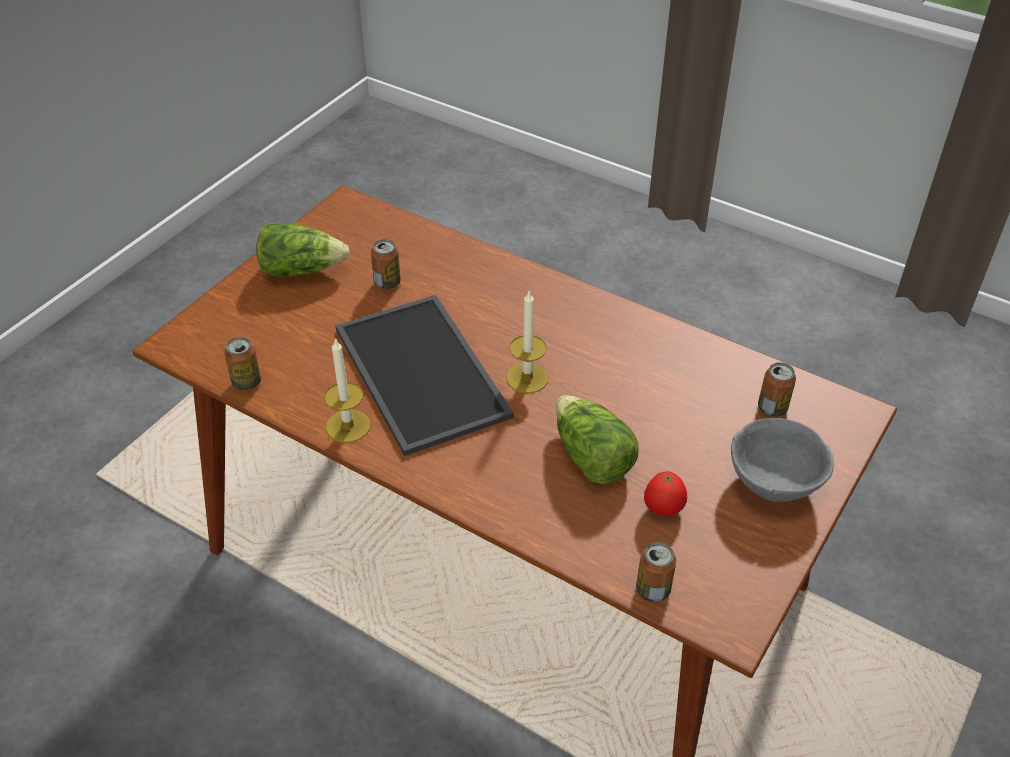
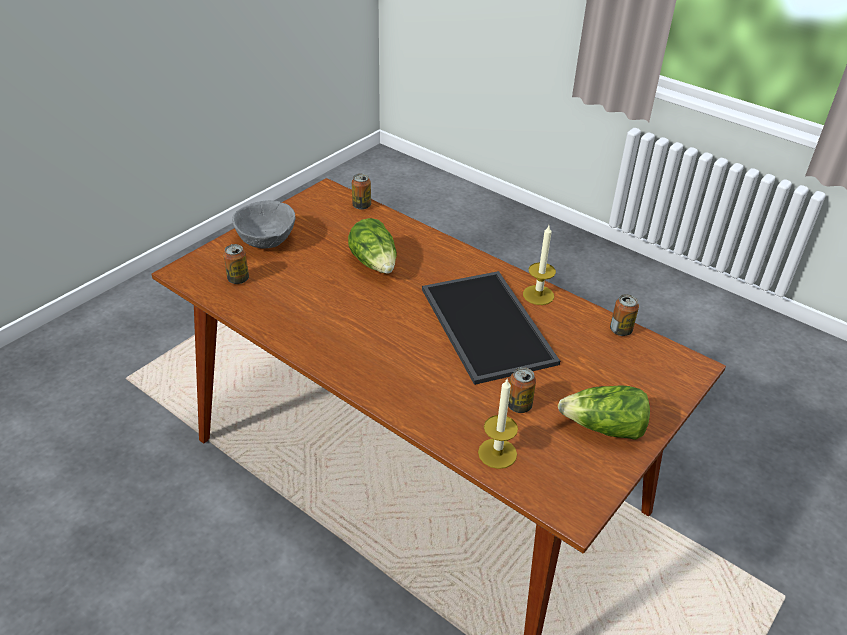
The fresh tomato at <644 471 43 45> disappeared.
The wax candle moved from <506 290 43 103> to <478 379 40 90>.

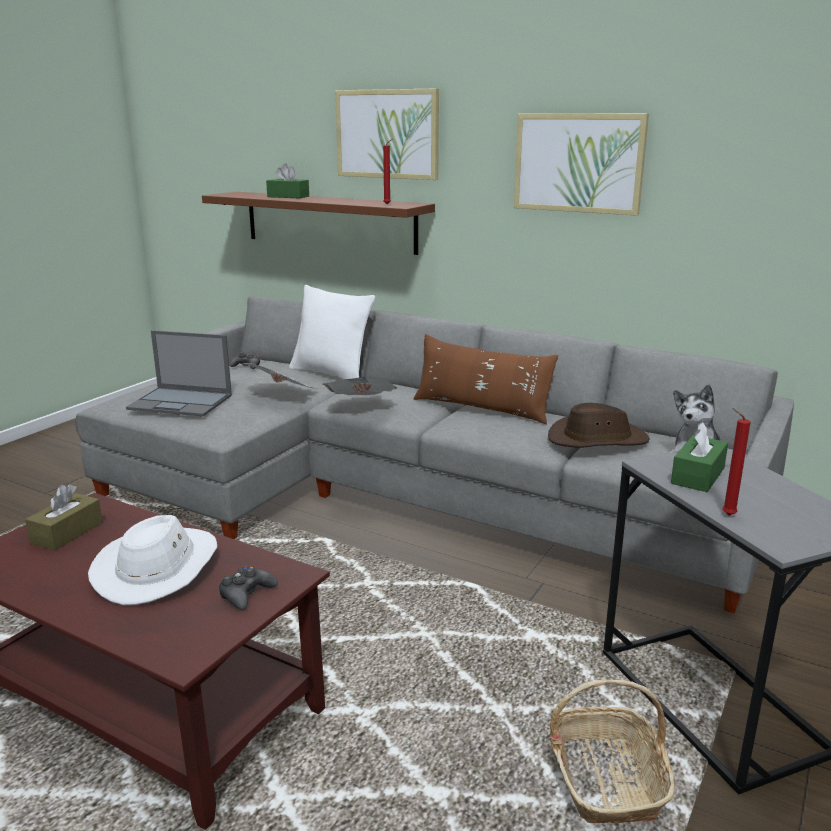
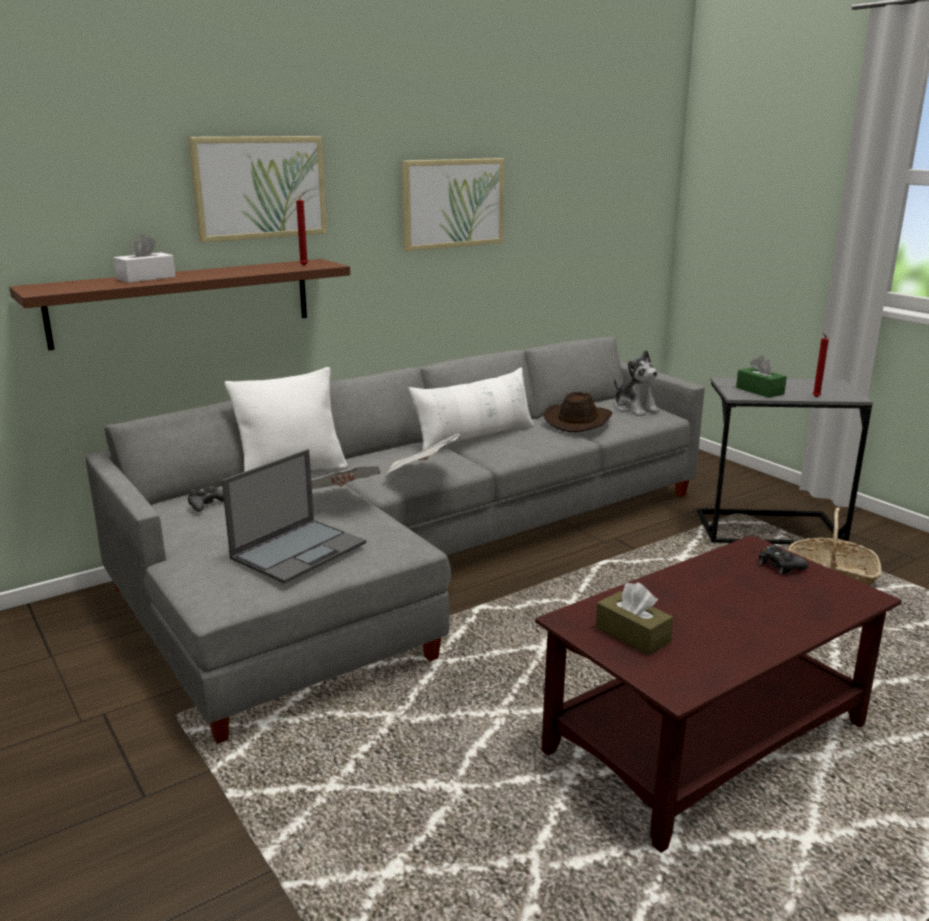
The hat (white-coloured) at <88 515 129 90> disappeared.
The tissue box (green-coloured) at <266 163 43 36> became the tissue box (white-coloured) at <114 234 62 49>.
The pillow (brown) at <414 334 144 90> became the pillow (white-coloured) at <408 367 127 84>.

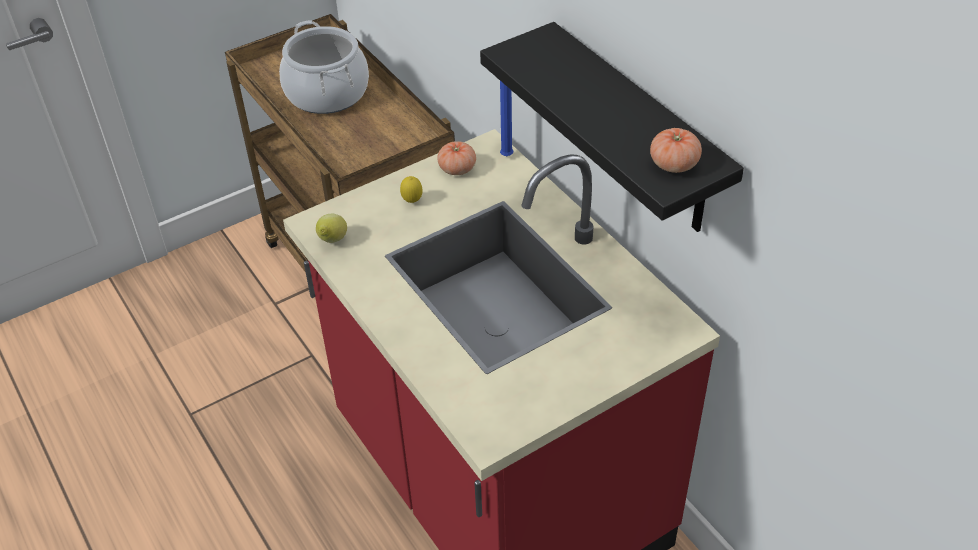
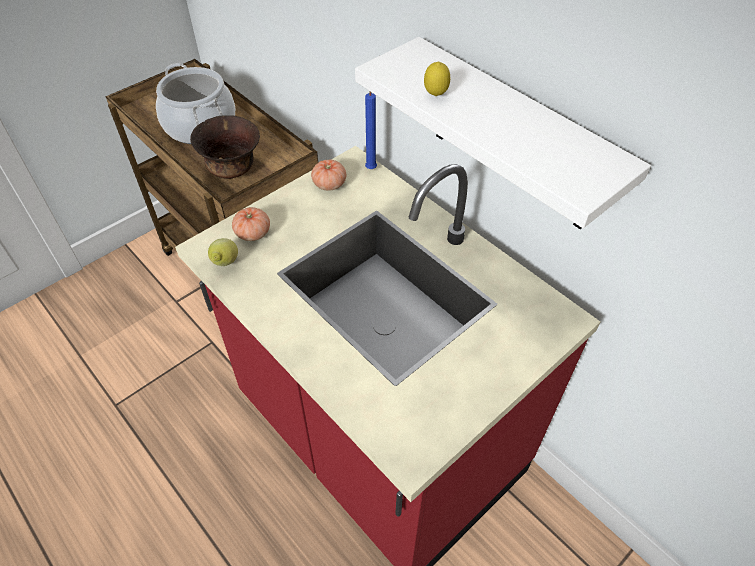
The deep dish (brown) at <190 115 70 64> appeared.
The lemon moved from <400 176 23 27> to <424 62 26 34>.
The fresh tomato moved from <650 128 52 45> to <232 207 38 34>.
The bracket shelf (black-coloured) at <480 22 264 210> became the bracket shelf (white-coloured) at <355 37 296 192>.

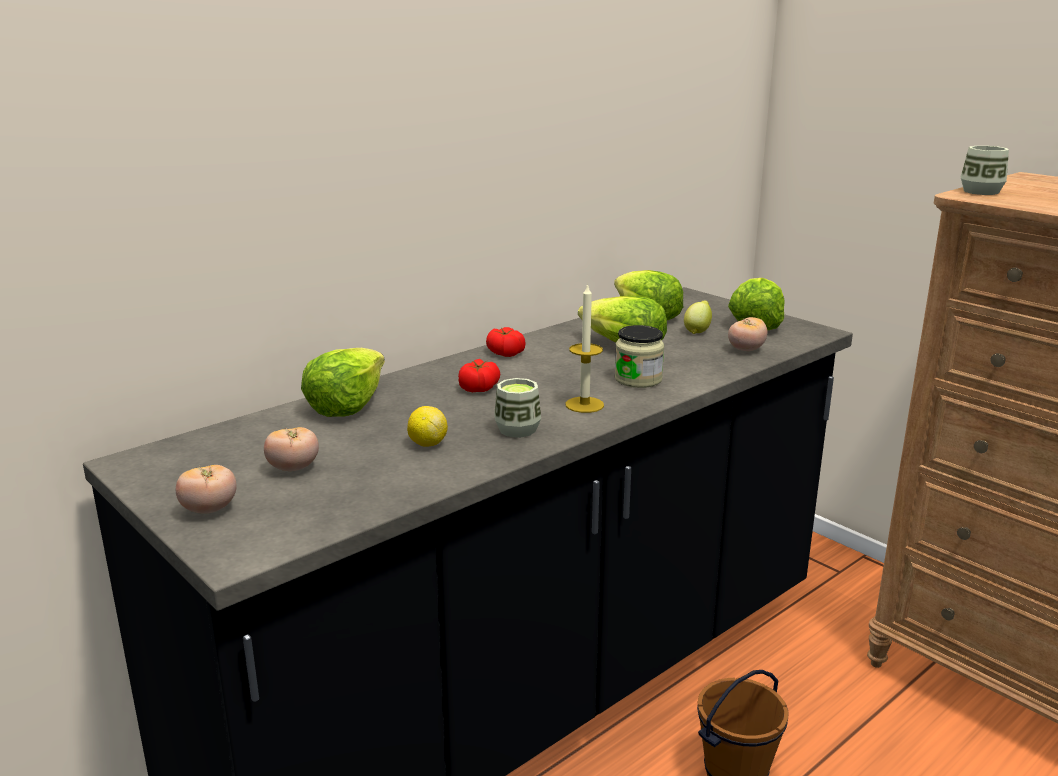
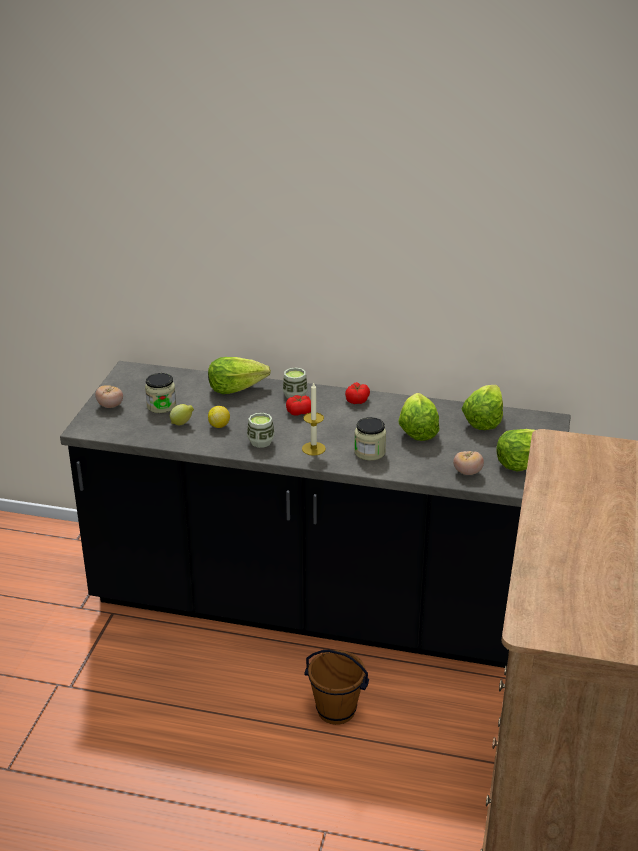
The lemon moved from <684 300 28 34> to <170 404 24 21>.
The drinking cup moved from <961 146 48 49> to <283 367 24 31>.
The fresh tomato at <264 427 55 44> was replaced by the jar at <145 373 31 40>.

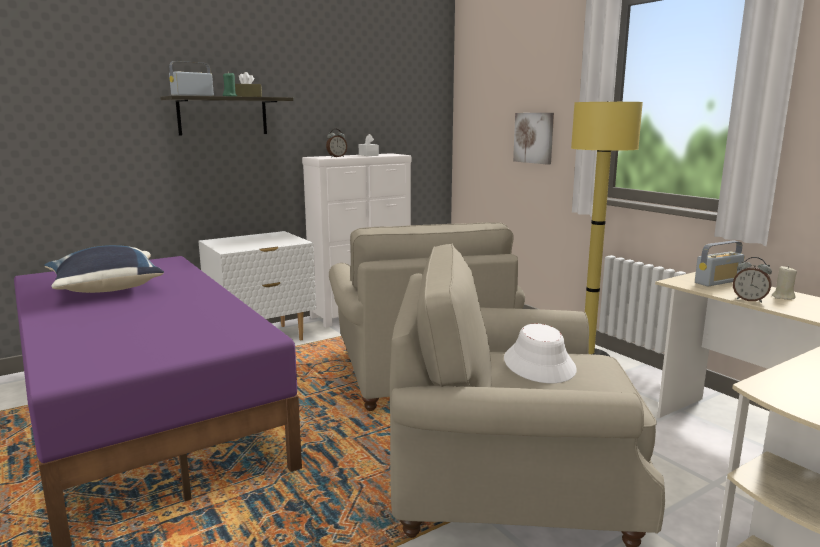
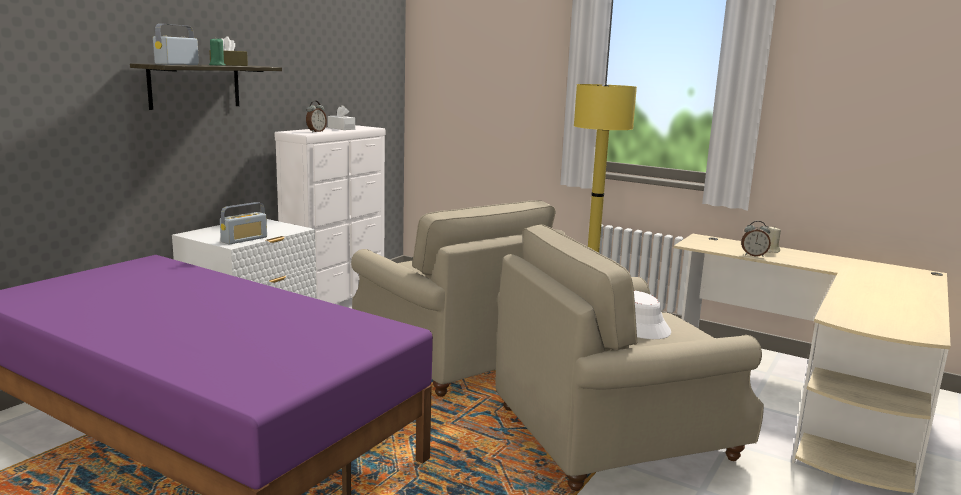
The pillow (blue) at <45 245 119 48> disappeared.
The wall picture at <513 113 41 52> disappeared.
The radio moved from <695 241 50 45> to <220 202 47 43>.

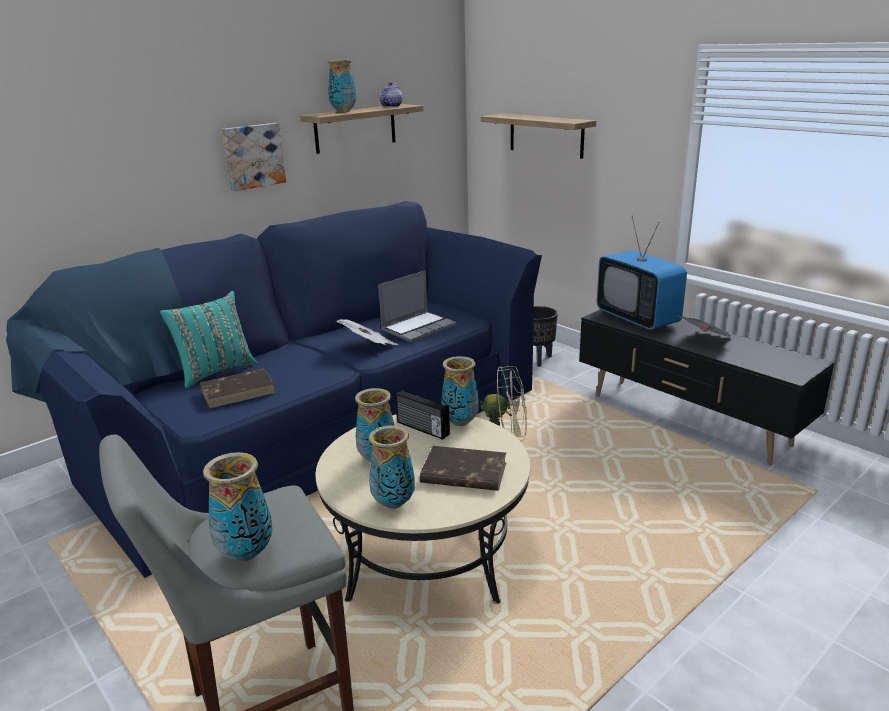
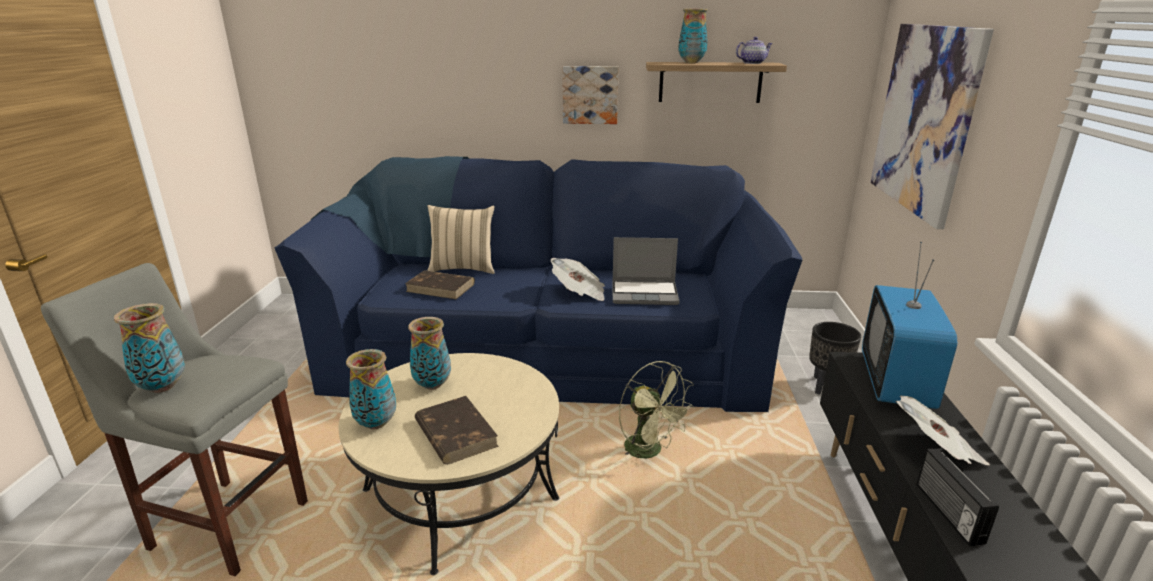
The flower vase at <441 356 38 70> disappeared.
The radio moved from <395 390 55 50> to <917 448 82 98>.
The bracket shelf at <480 113 116 46> was replaced by the wall picture at <870 24 124 205>.
The pillow (turquoise) at <160 291 97 98> became the pillow (beige-coloured) at <427 205 68 69>.

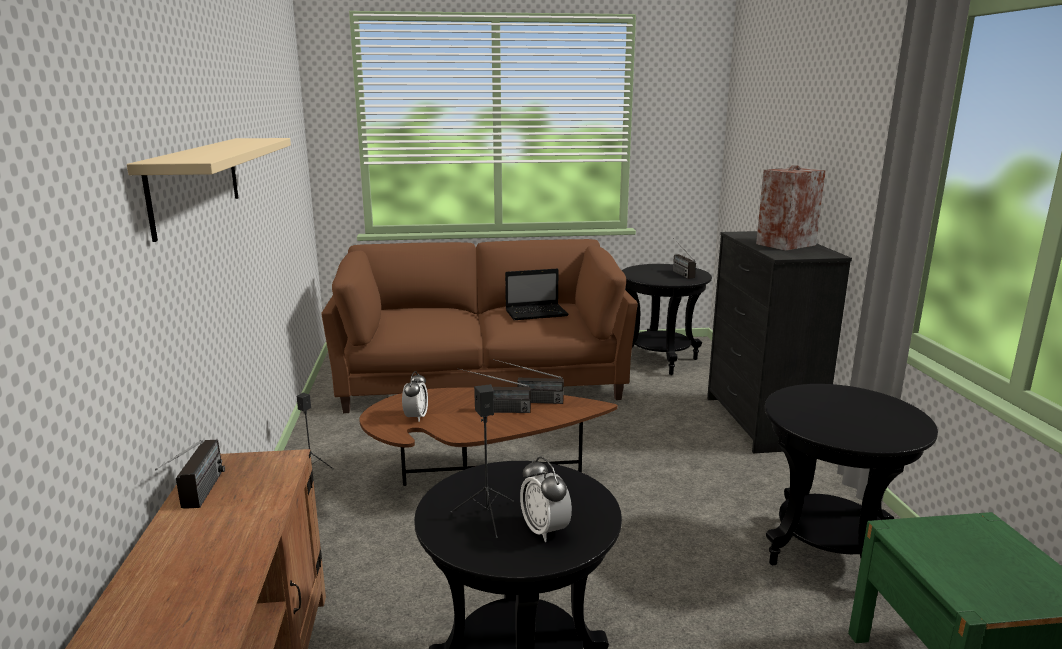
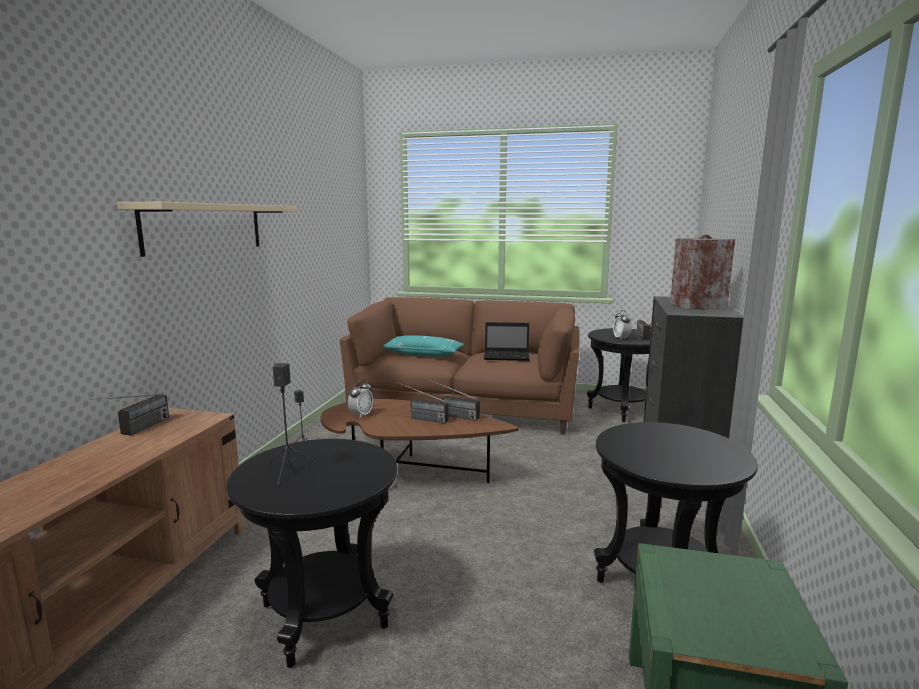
The pillow (turquoise) at <383 335 81 22> appeared.
The bedside clock moved from <520 457 52 85> to <613 310 19 30>.

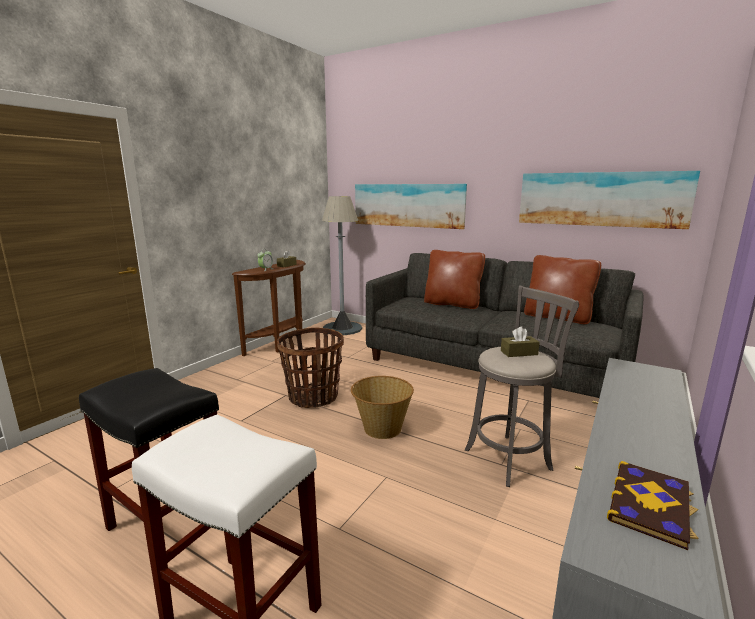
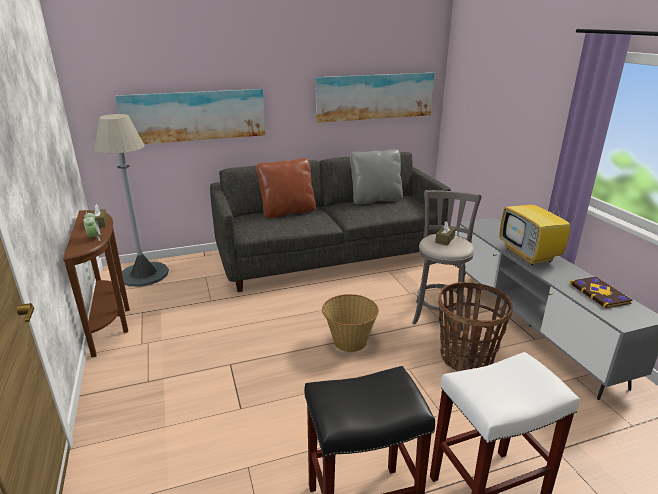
The TV at <499 192 73 73> appeared.
The basket moved from <277 328 67 80> to <438 282 75 89>.
The pillow (brown) at <524 255 77 69> became the pillow (greyish) at <350 149 53 55>.

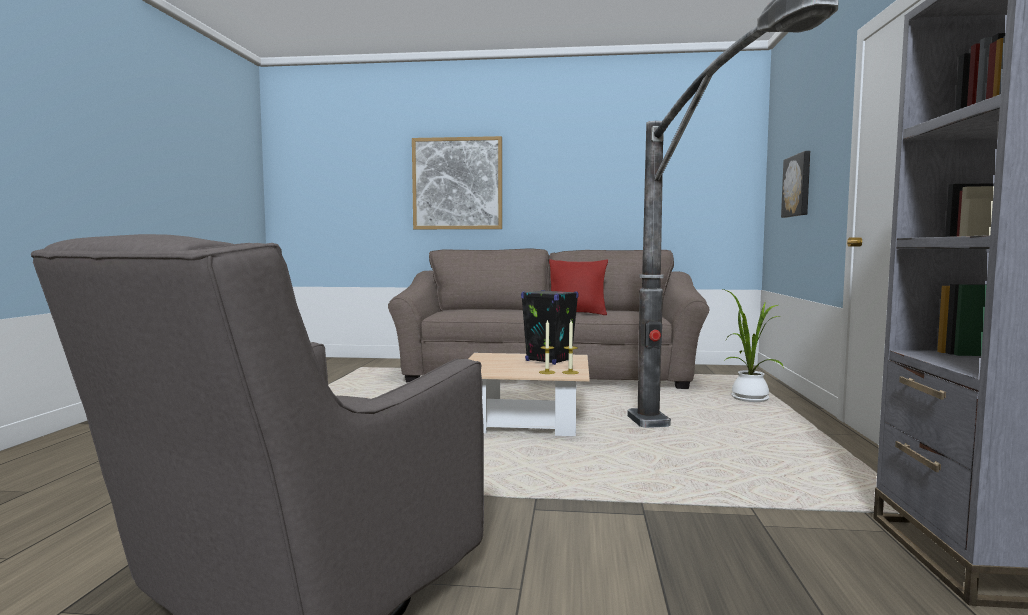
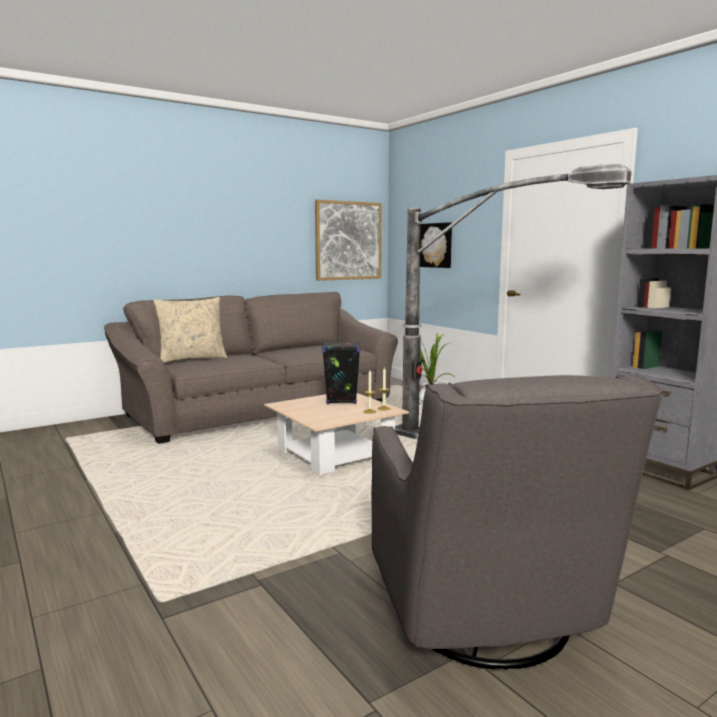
The pillow (red-coloured) at <549 259 59 56> disappeared.
The pillow (beige-coloured) at <153 297 75 66> appeared.
The wall picture moved from <412 136 90 93> to <315 200 67 81>.

